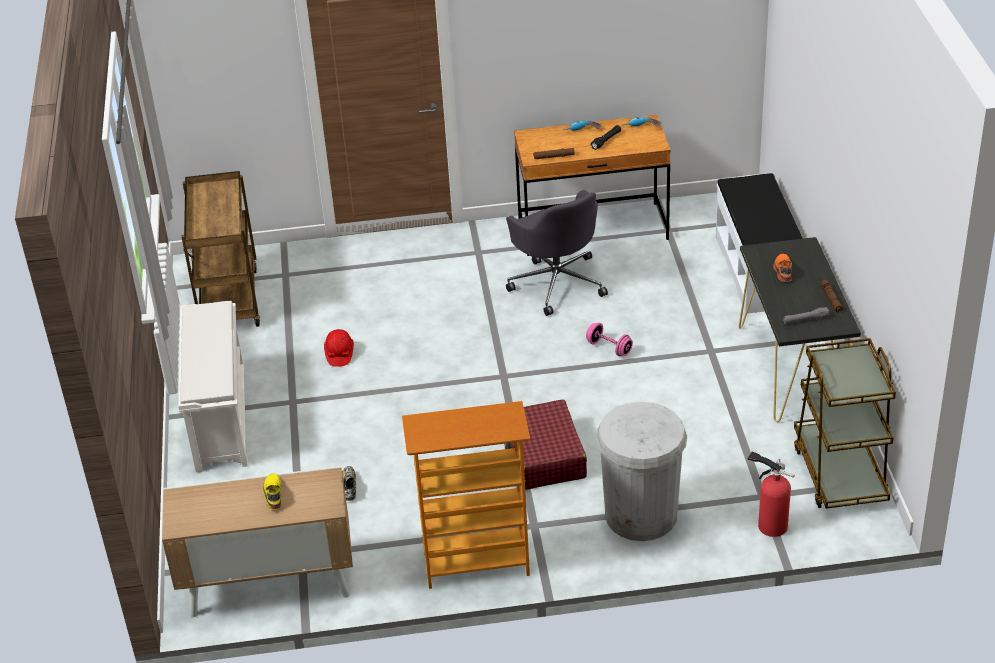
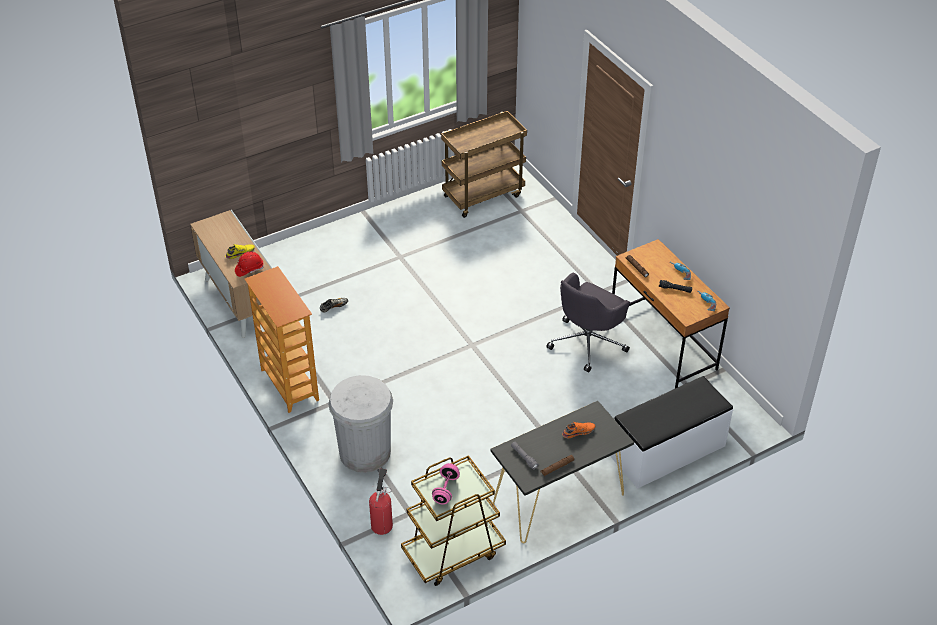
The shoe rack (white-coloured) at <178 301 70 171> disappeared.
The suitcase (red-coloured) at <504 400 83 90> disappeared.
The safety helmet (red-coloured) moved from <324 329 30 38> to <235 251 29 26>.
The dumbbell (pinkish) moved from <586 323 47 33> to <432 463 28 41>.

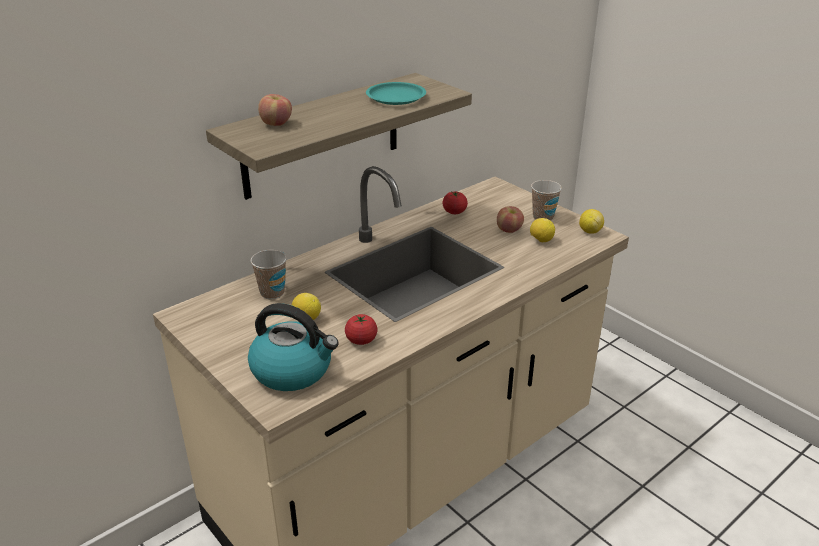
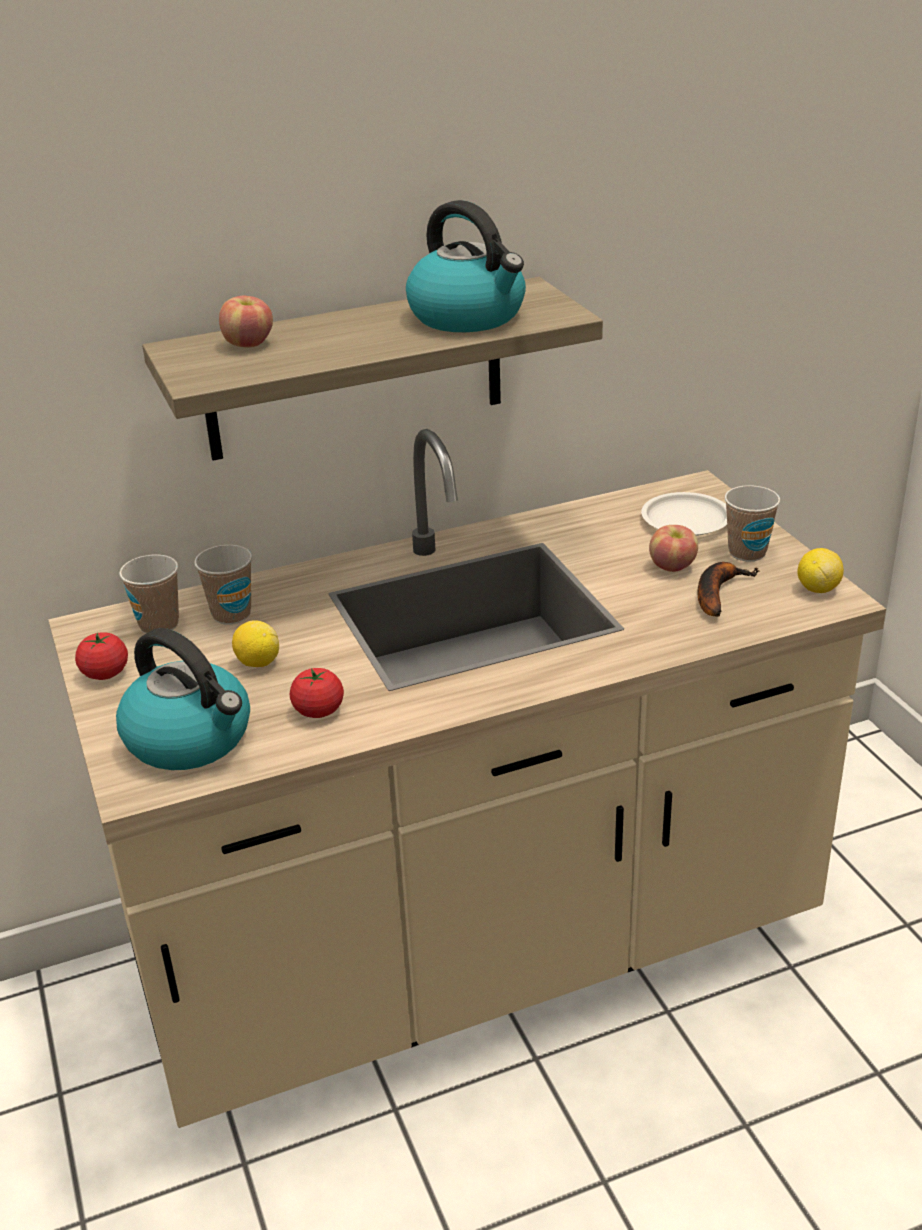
The drinking cup at <119 555 60 78> appeared.
The plate (white-coloured) at <641 492 86 44> appeared.
The fresh tomato moved from <442 192 26 22> to <75 632 53 48>.
The plate (turquoise) at <366 82 60 23> was replaced by the tea kettle at <406 200 120 132>.
The lemon at <530 218 25 24> was replaced by the whole banana at <698 562 62 55>.

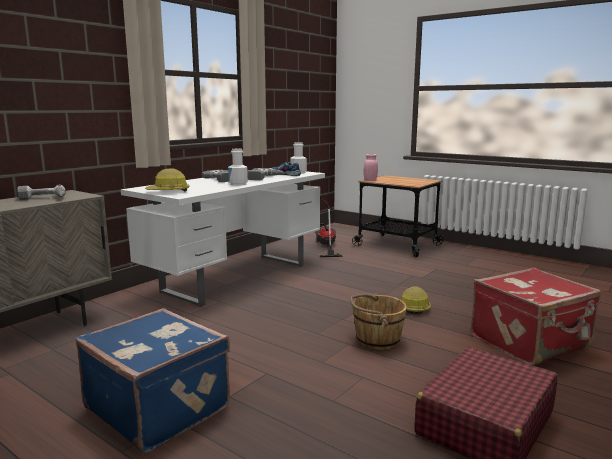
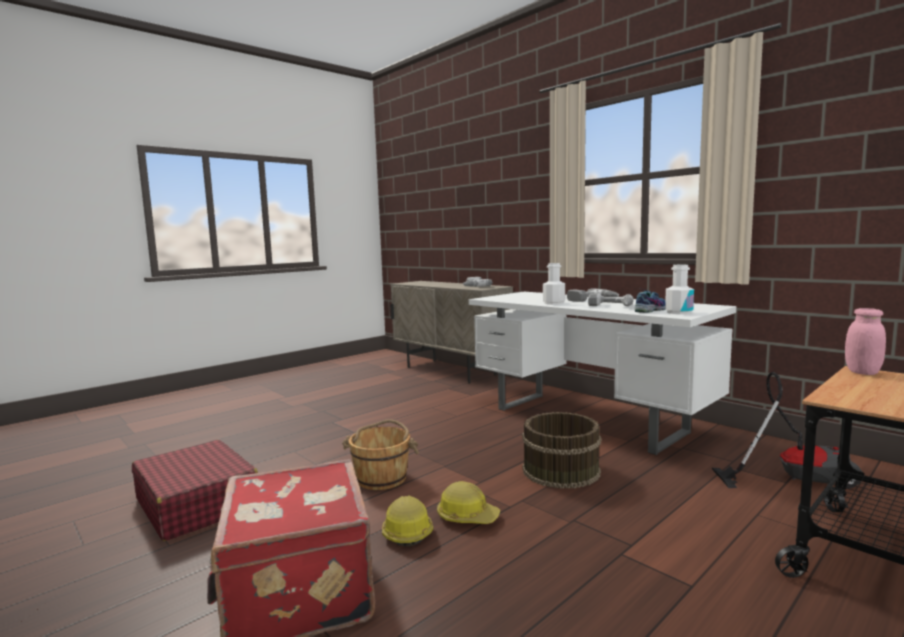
The suitcase (blue) at <76 308 154 145> disappeared.
The water bucket (brown) at <522 412 79 77> appeared.
The safety helmet moved from <145 168 45 24> to <382 495 51 52>.

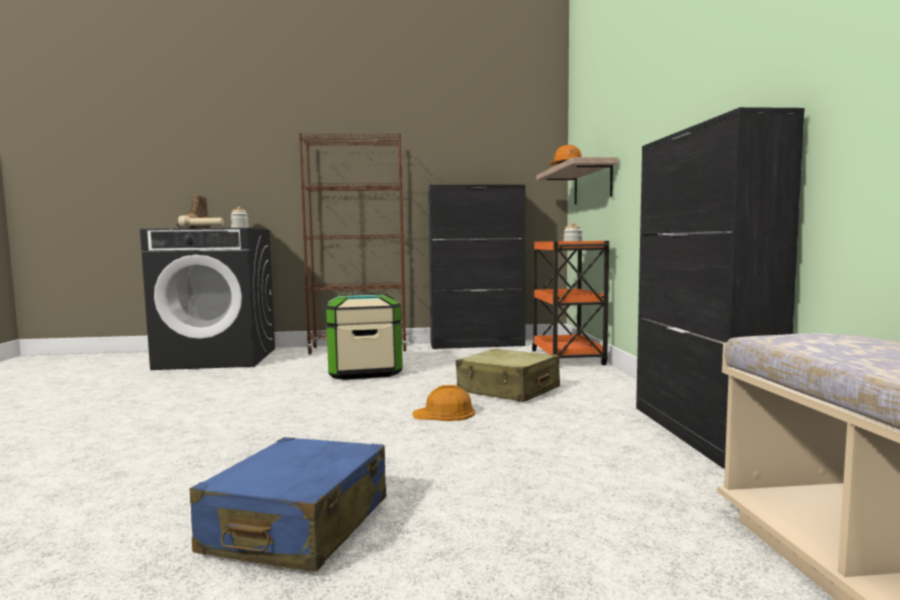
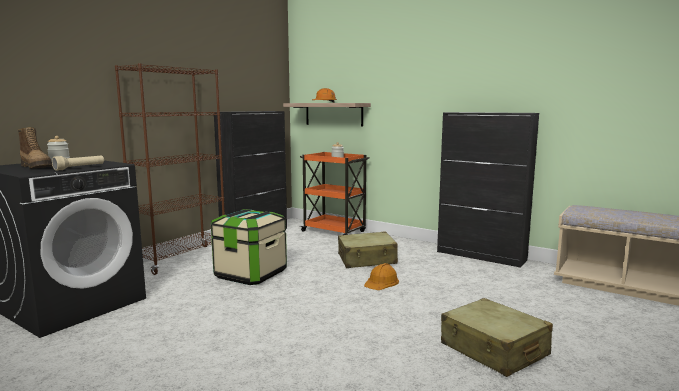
The suitcase (blue) at <190 437 196 135> became the suitcase (beige-coloured) at <441 298 112 79>.

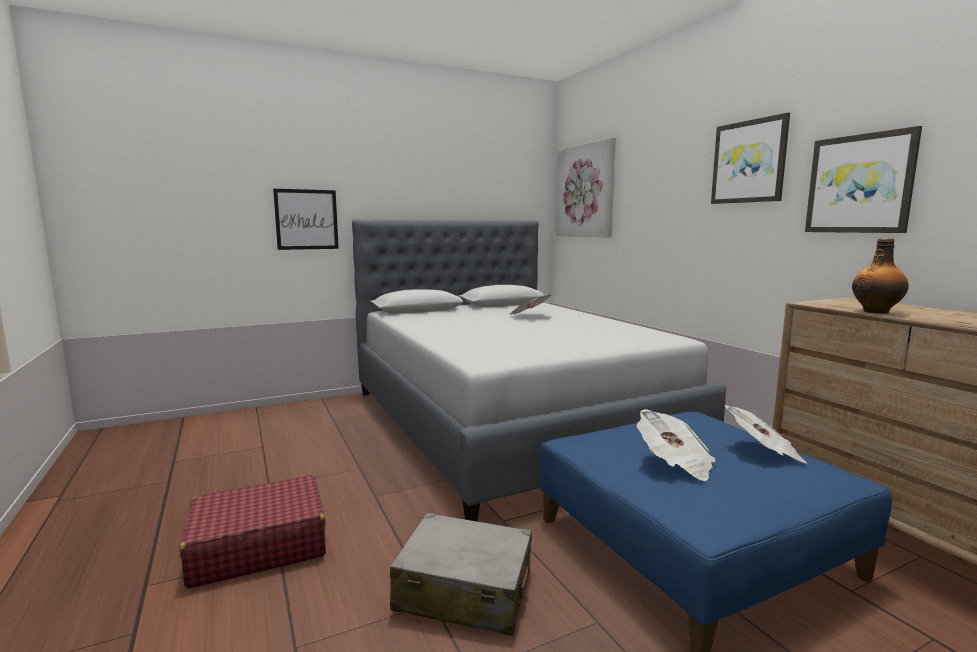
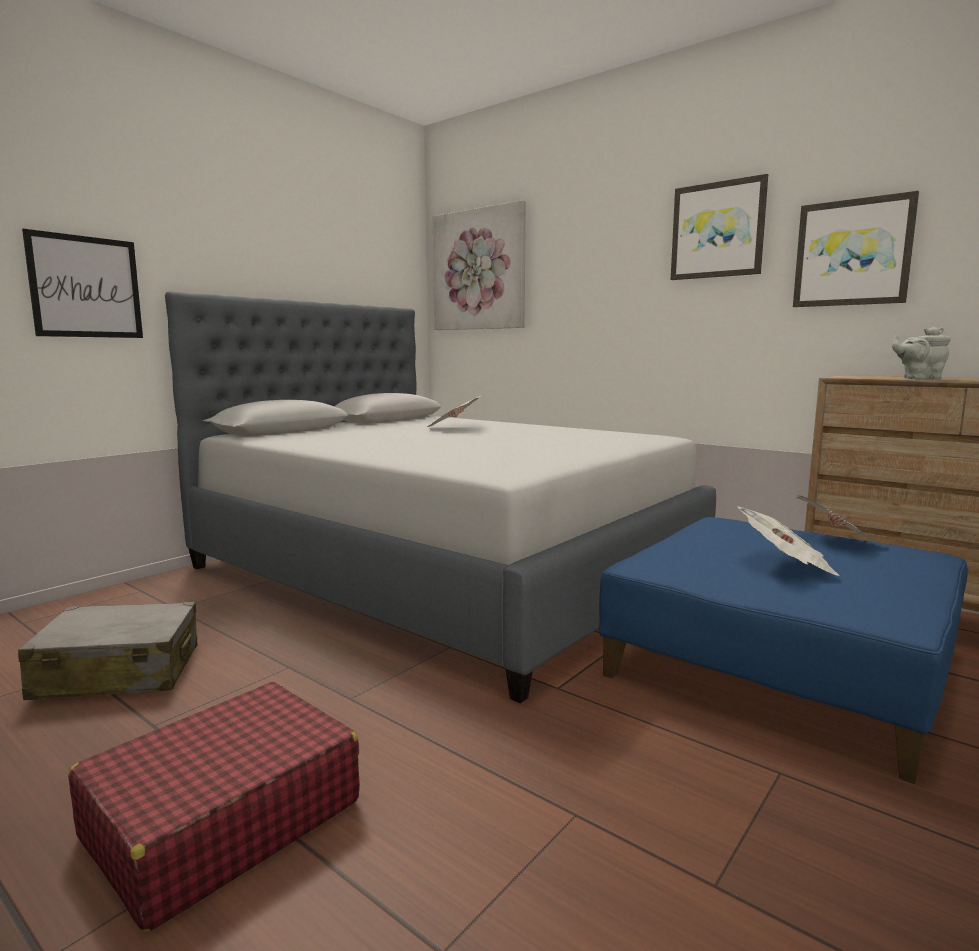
The suitcase (greyish) moved from <390 513 142 123> to <18 602 179 98>.
The bottle at <852 238 57 76> was replaced by the pot for tea (greyish) at <892 327 59 53>.

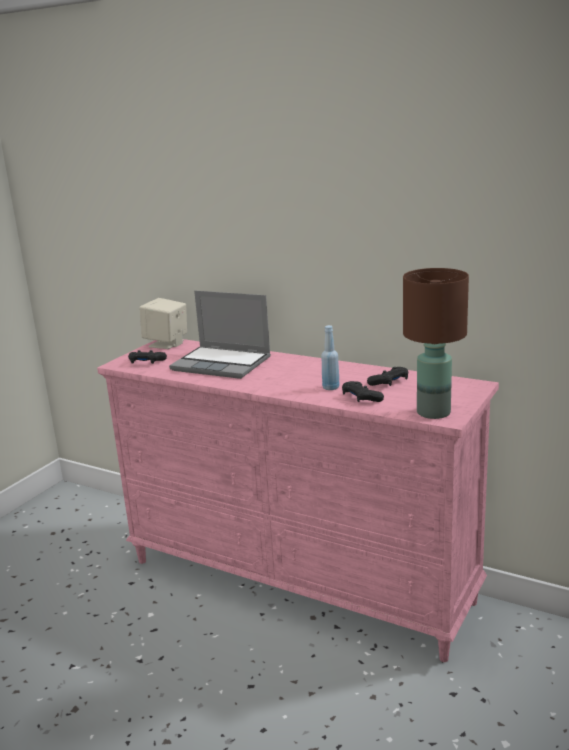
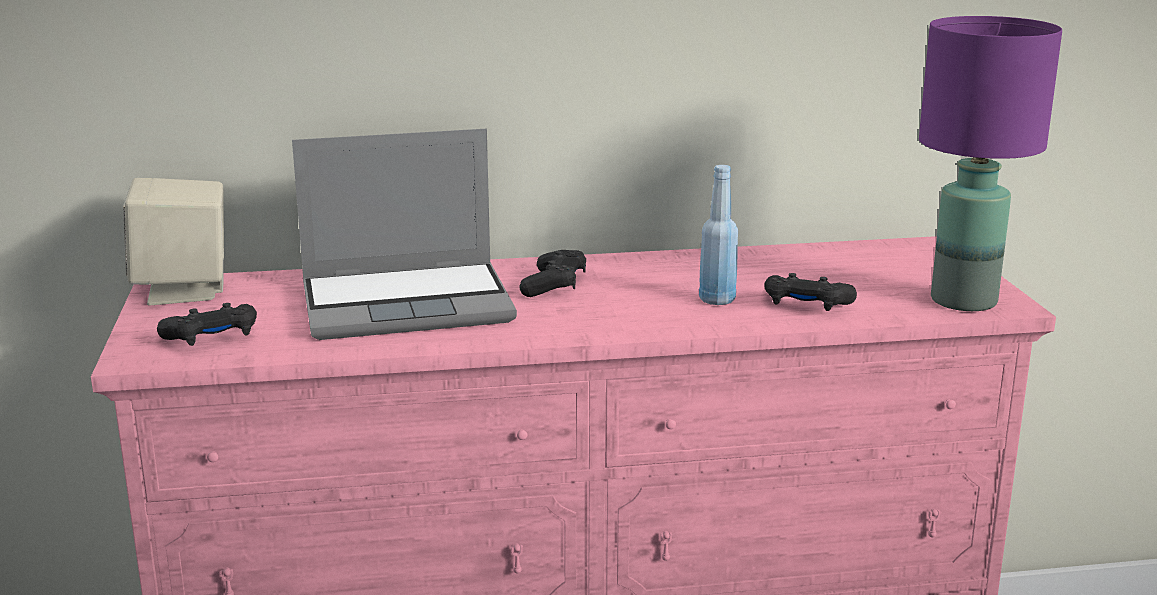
The game controller (black-coloured) moved from <367 367 41 19> to <520 250 66 47>.
The tabletop lamp (brown) at <403 268 66 151> became the tabletop lamp (purple) at <919 16 143 295>.

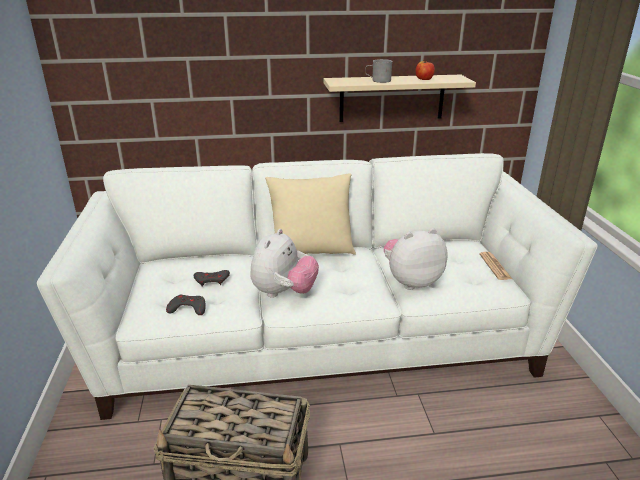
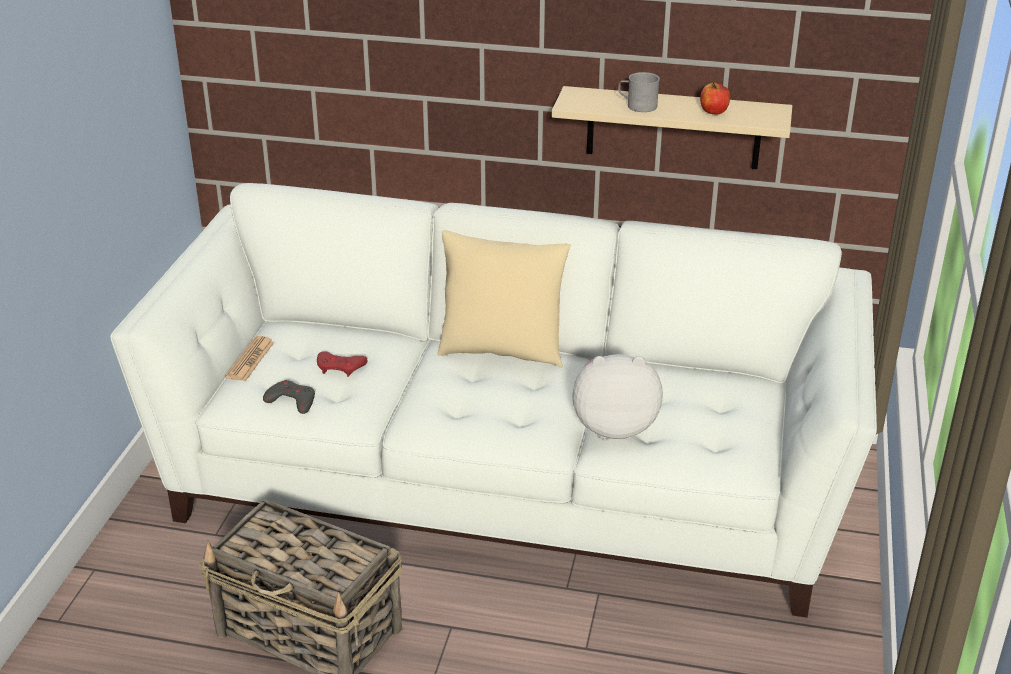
The cuddly toy at <250 229 69 69> disappeared.
The newspaper moved from <479 252 33 28> to <225 336 49 45>.
The game controller (greyish) at <194 270 36 17> became the game controller (red-coloured) at <317 351 50 26>.

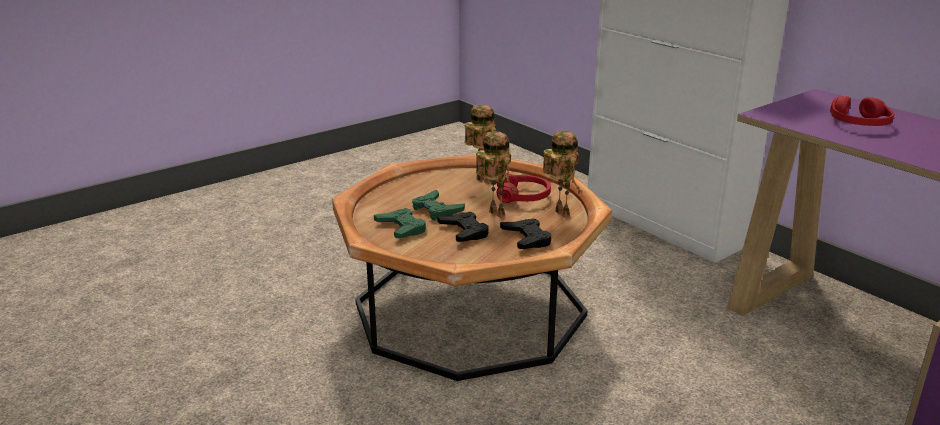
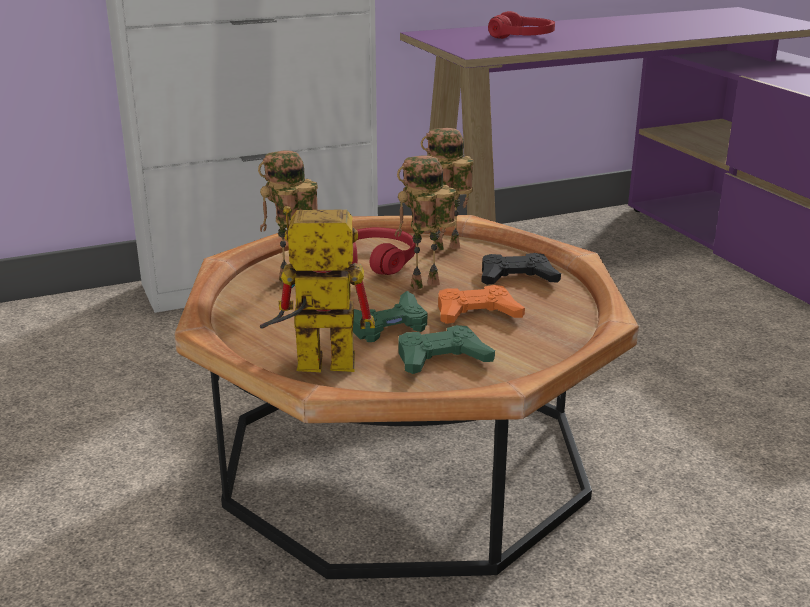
The toy robot at <260 206 115 166> appeared.
The game controller (black-coloured) at <437 212 52 30> became the game controller (orange-coloured) at <438 285 87 39>.

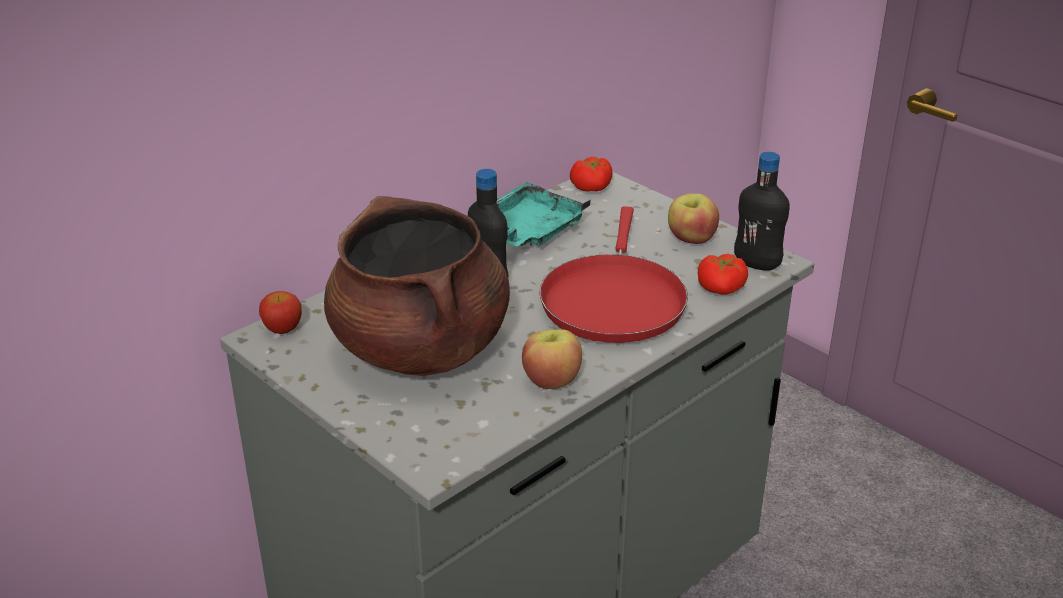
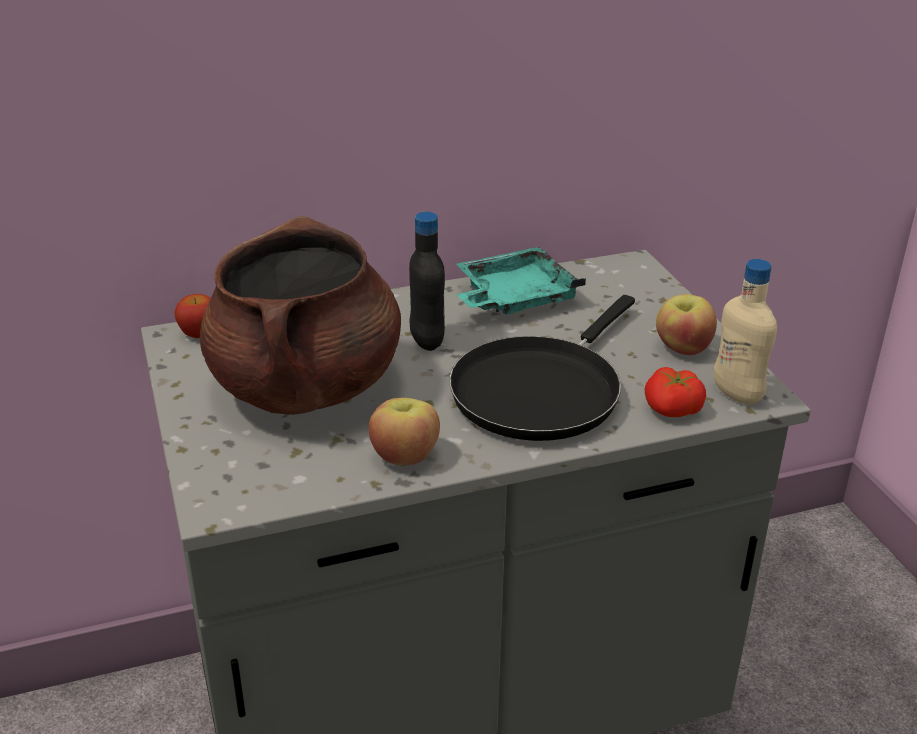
The fresh tomato at <570 157 42 35> disappeared.
The pan (red-coloured) at <539 206 149 137> became the pan (black-coloured) at <449 295 186 146>.
The bottle (black-coloured) at <734 152 56 119> became the bottle (beige-coloured) at <713 259 64 146>.

